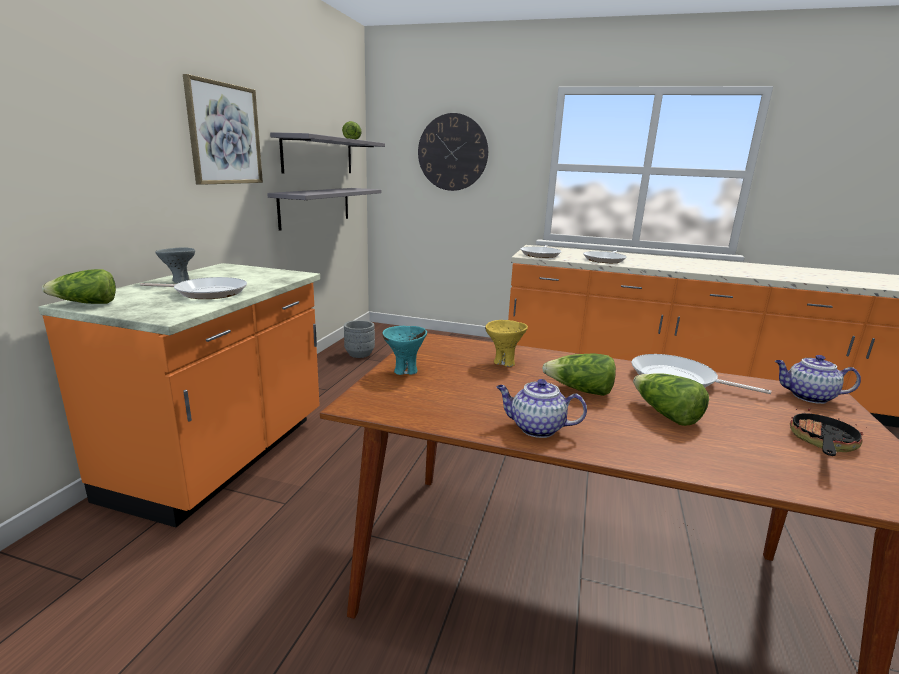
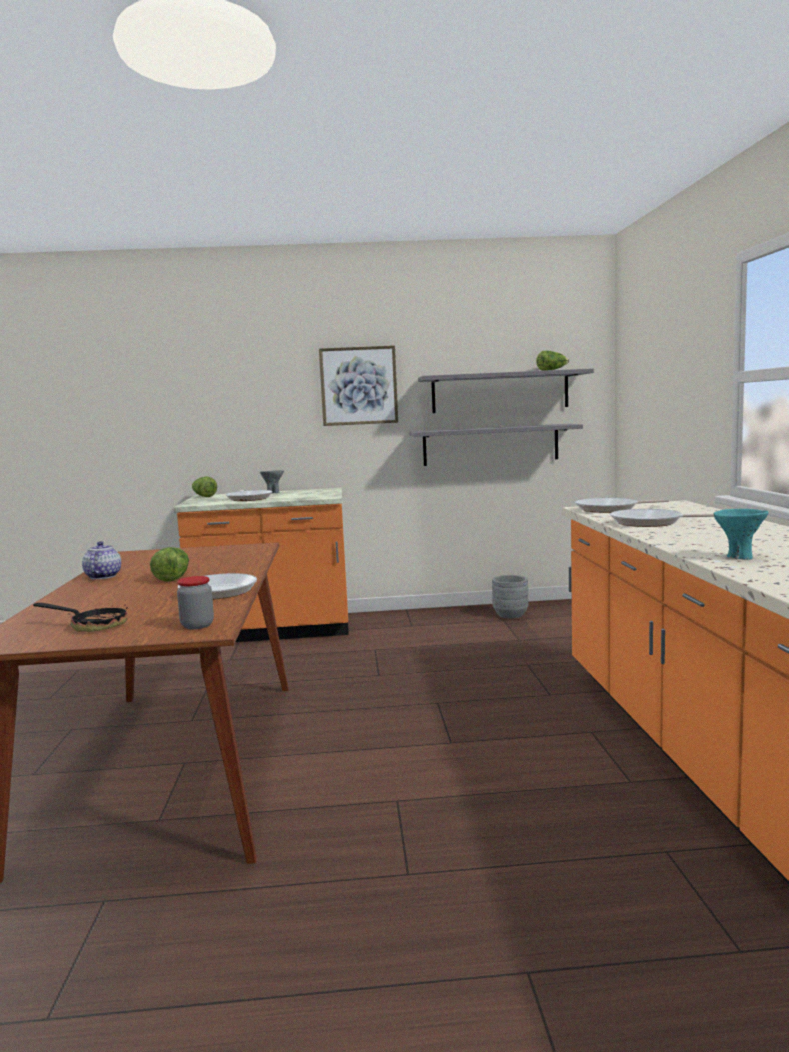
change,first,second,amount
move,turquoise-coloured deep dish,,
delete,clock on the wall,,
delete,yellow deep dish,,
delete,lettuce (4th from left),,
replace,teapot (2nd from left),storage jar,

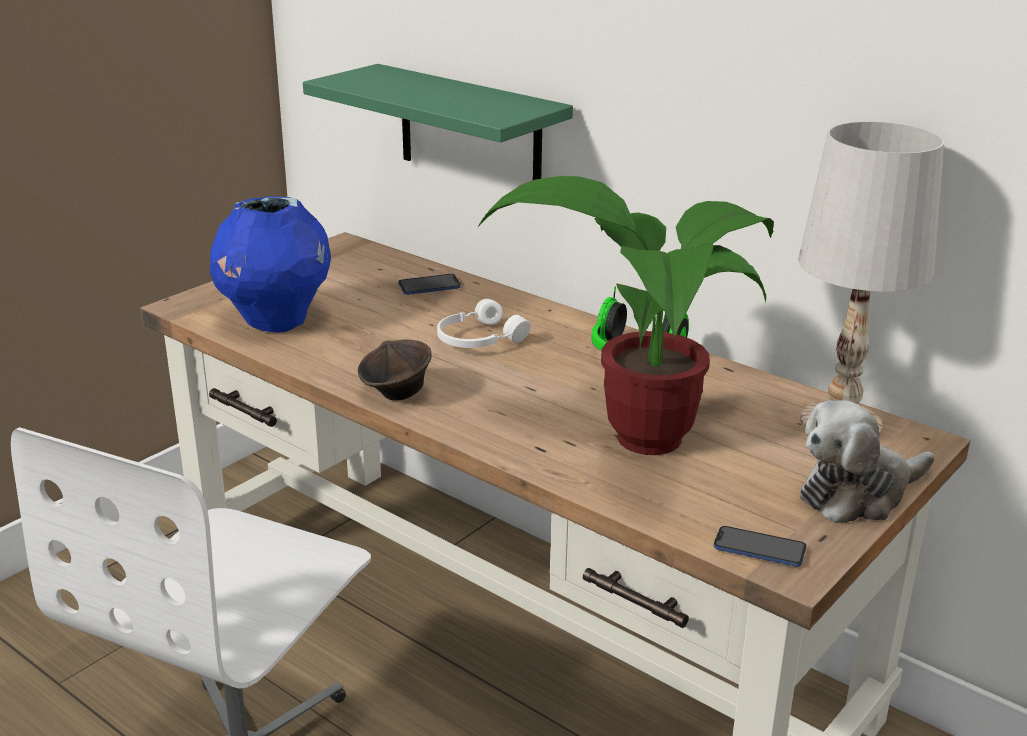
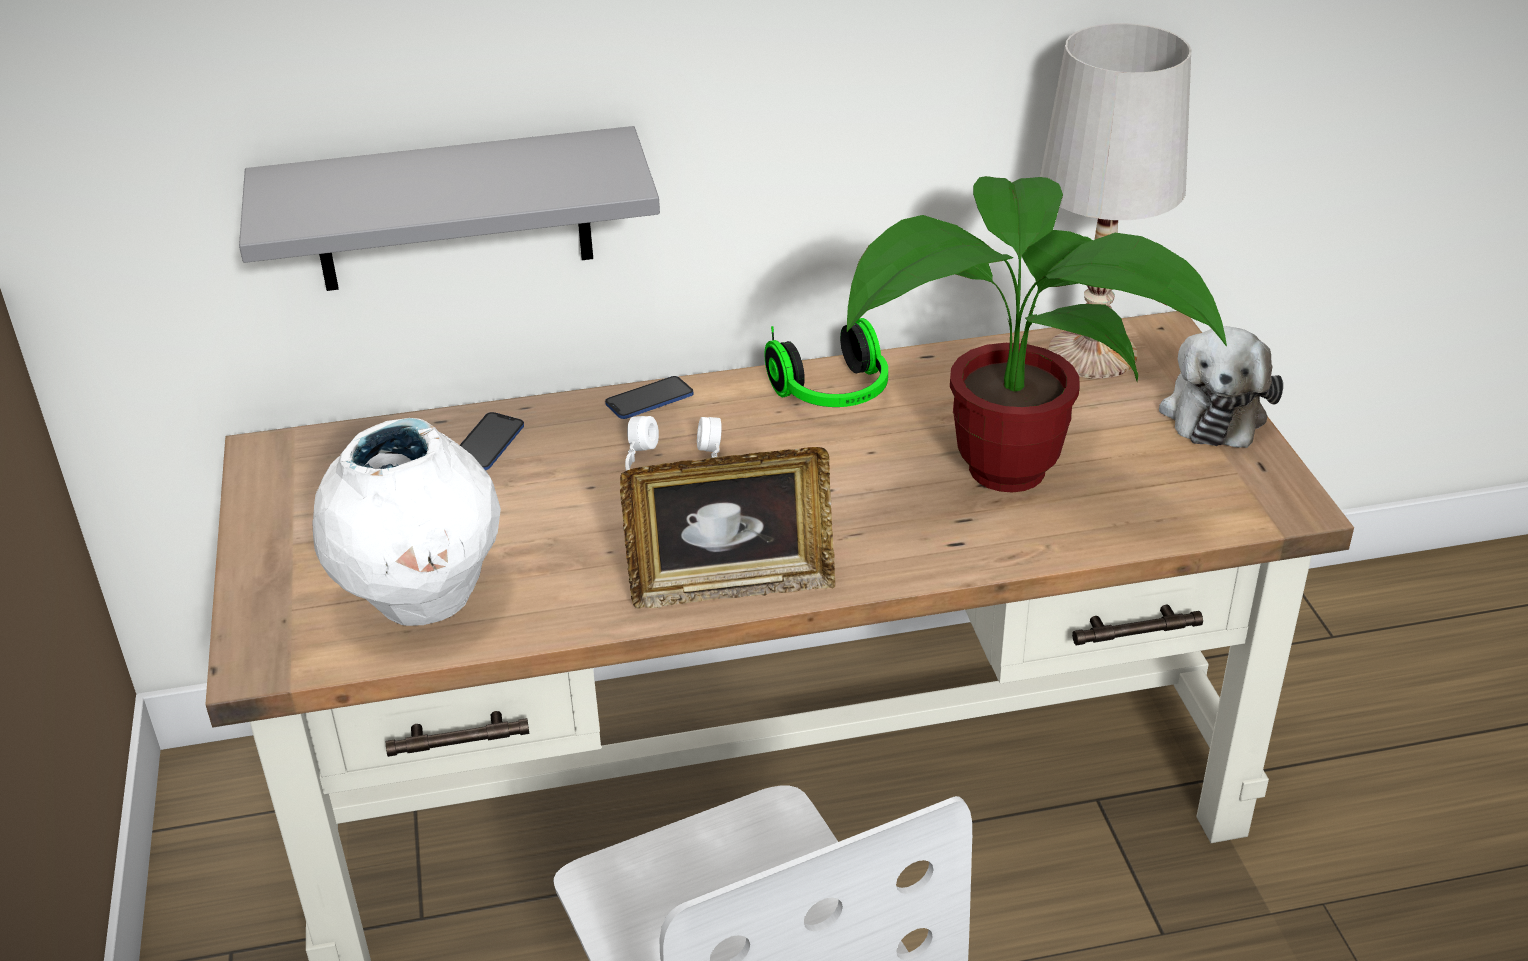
change,first,second,amount
recolor,bluish decorative vase,white decorative vase,
recolor,greenish bracket shelf,gray bracket shelf,
replace,brownish deep dish,standing frame,
move,handset (2nd from left),,

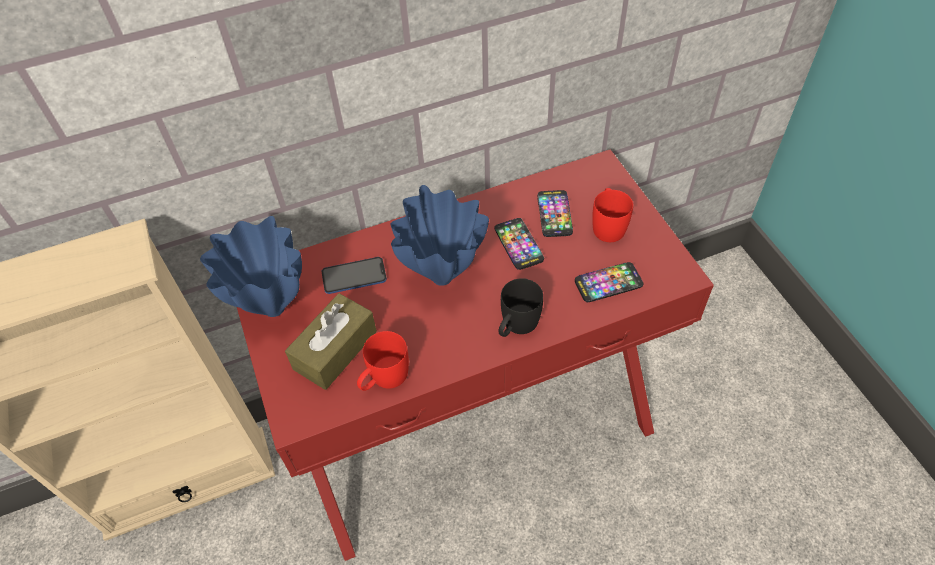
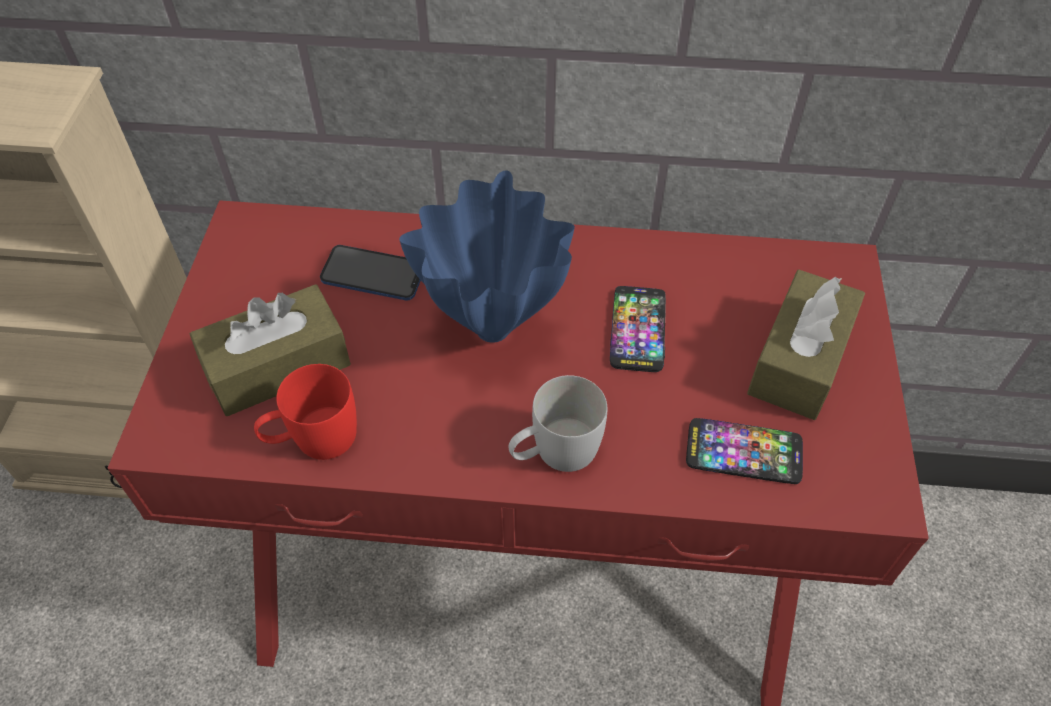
change,first,second,amount
delete,bluish decorative vase (1st from left),,
recolor,black coffee mug,white coffee mug,
delete,handset (3rd from left),,
replace,reddish coffee mug (2nd from left),brownish box of tissues (2nd from left),

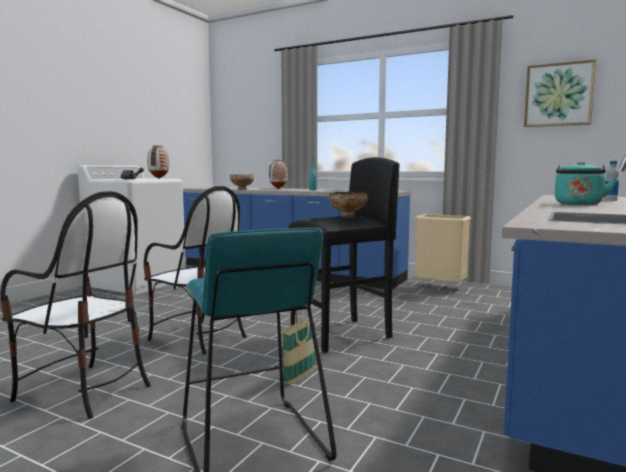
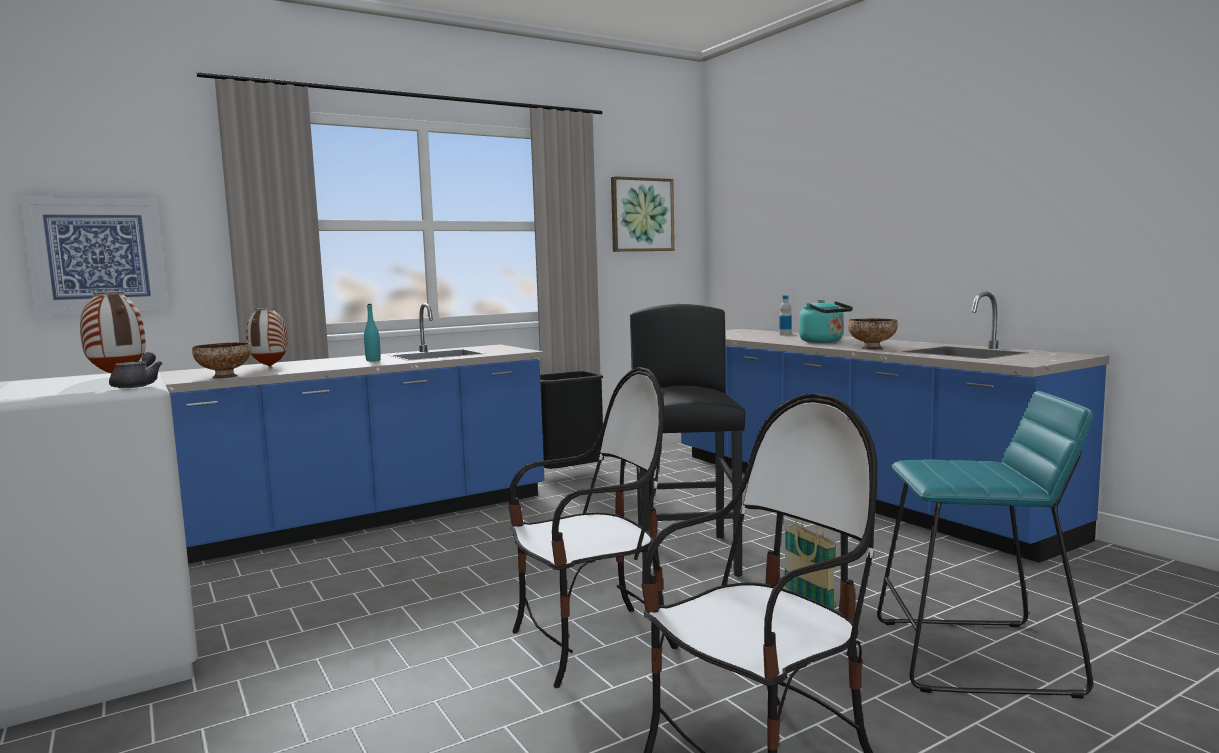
change,first,second,amount
move,deep dish (2nd from left),,
recolor,beige waste bin,black waste bin,
insert,,wall art (1st from left),

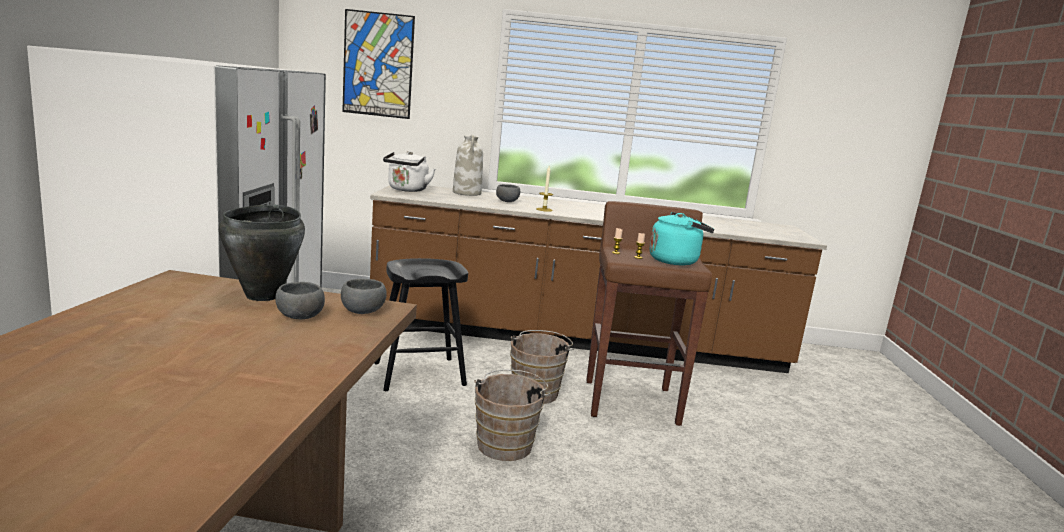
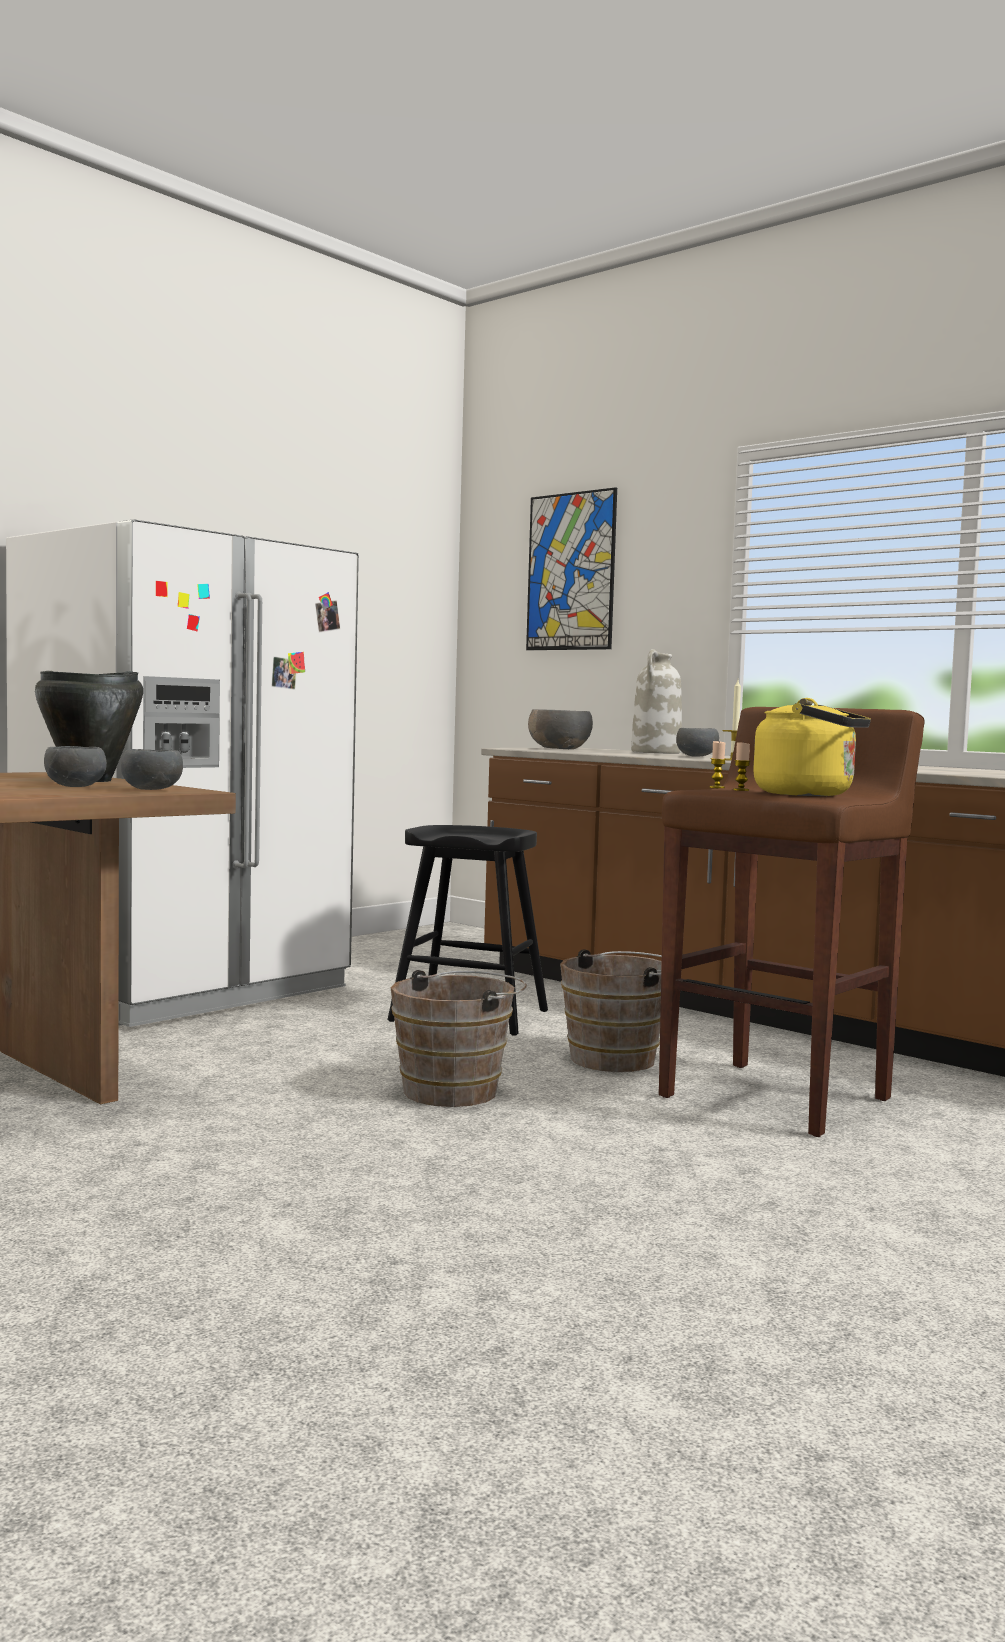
change,first,second,amount
replace,white kettle,gray deep dish (3rd from left),
recolor,turquoise-coloured kettle,yellow kettle,

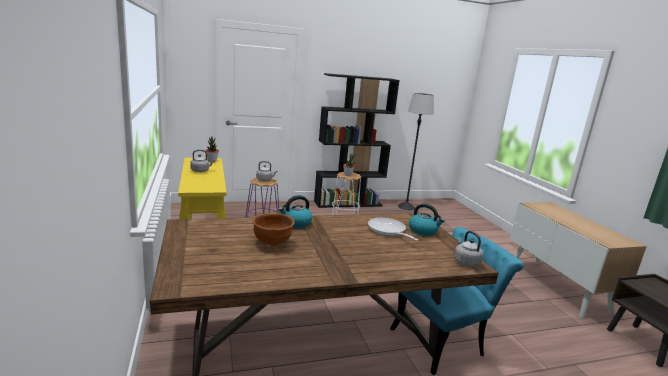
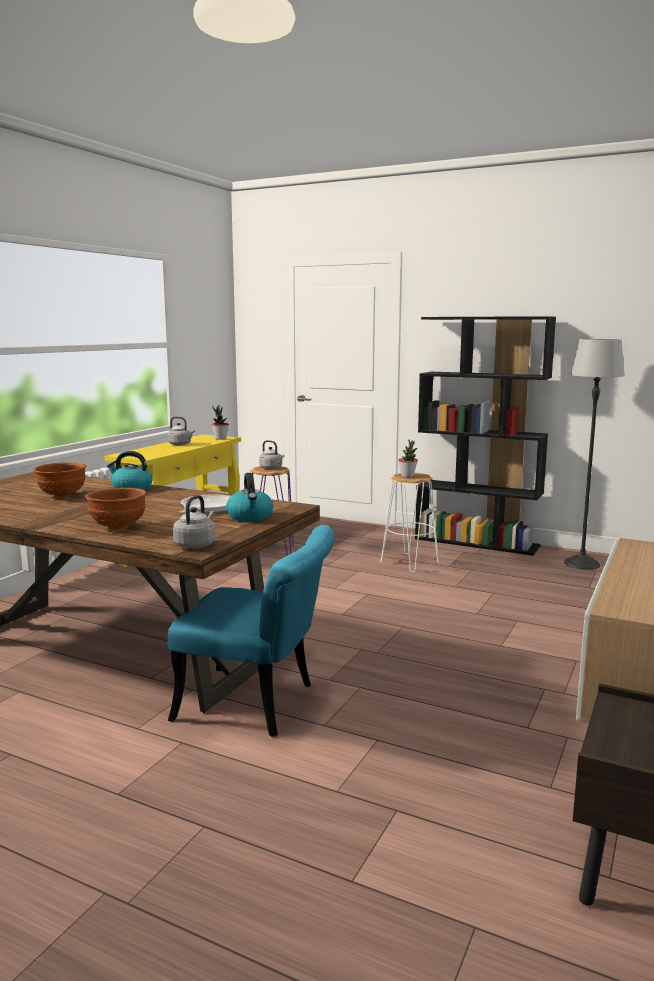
change,first,second,amount
insert,,brownish deep dish (2nd from left),

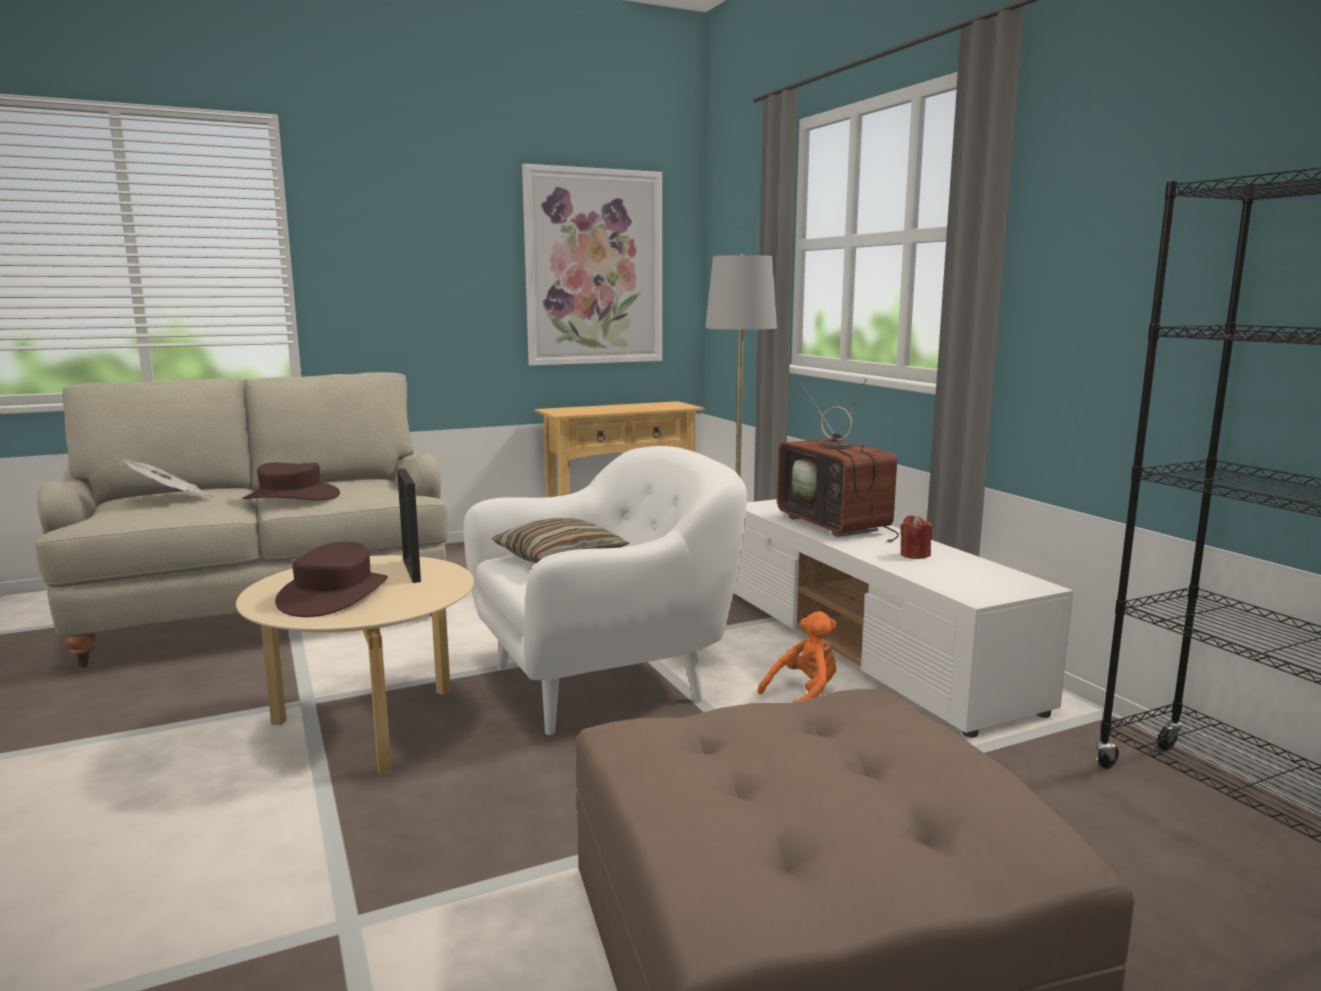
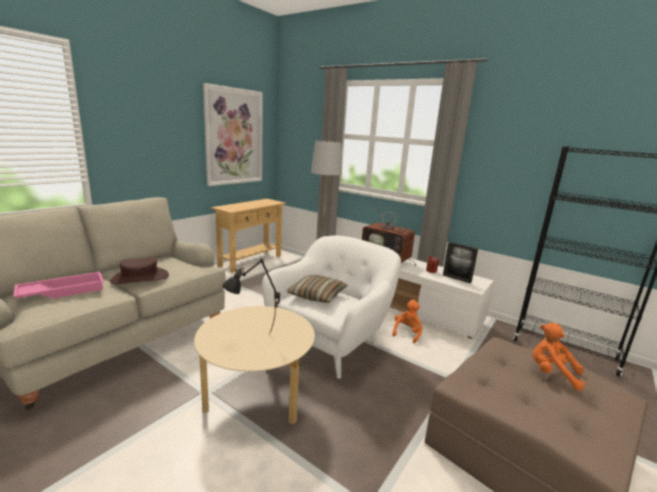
change,first,second,amount
replace,newspaper,pinkish serving tray,
replace,brownish clothing hat (2nd from left),black tabletop lamp,
move,standing frame,,
insert,,orange plush toy (2nd from left),

